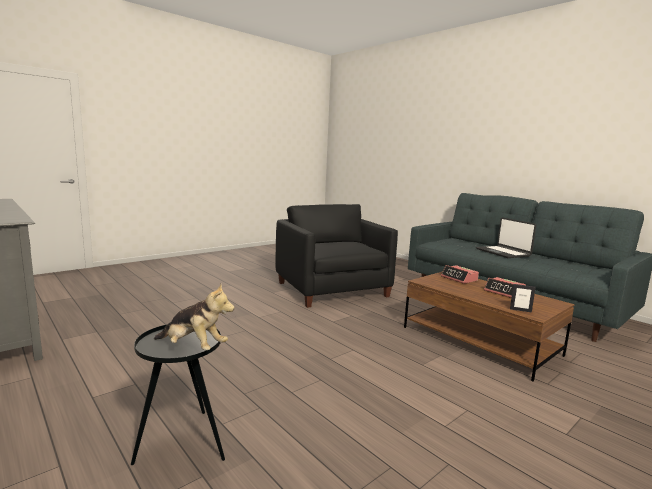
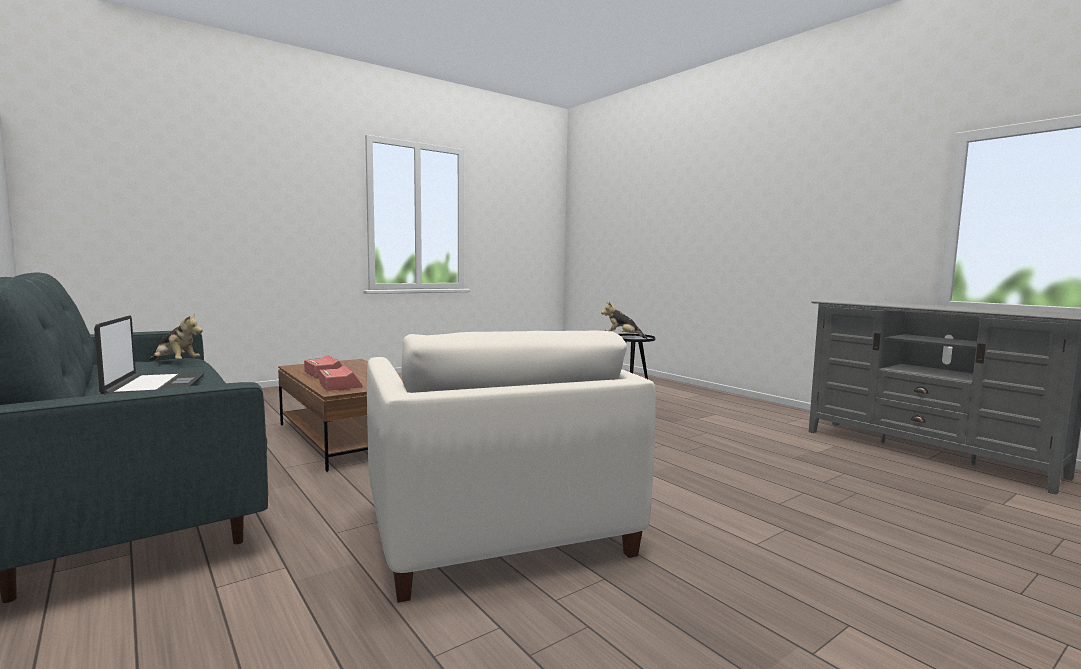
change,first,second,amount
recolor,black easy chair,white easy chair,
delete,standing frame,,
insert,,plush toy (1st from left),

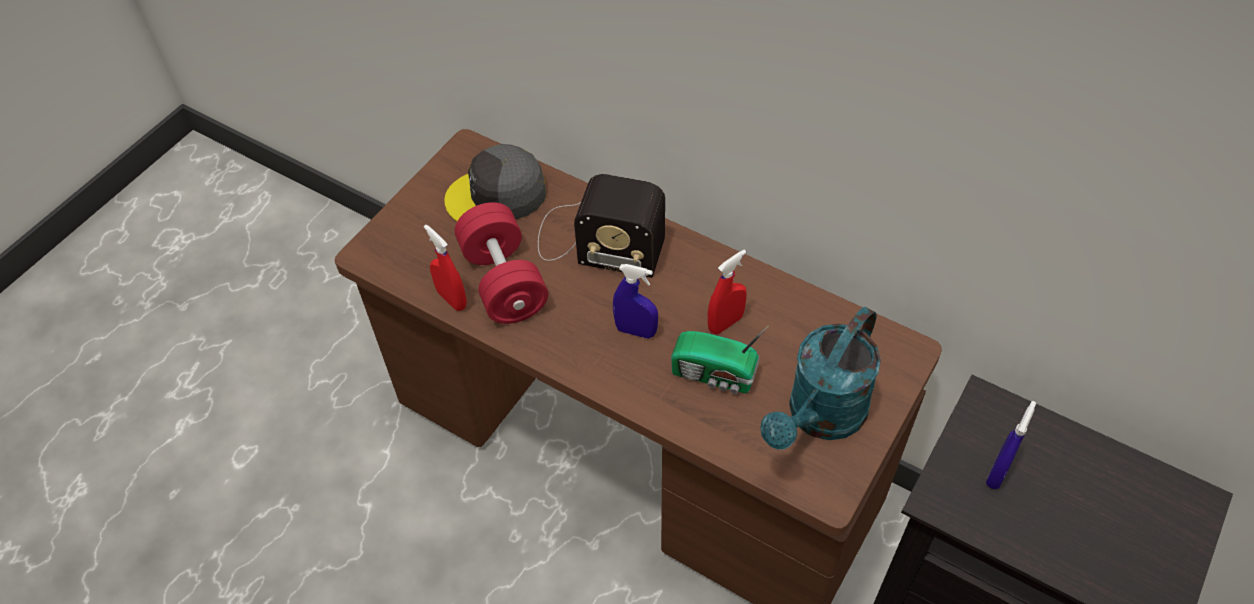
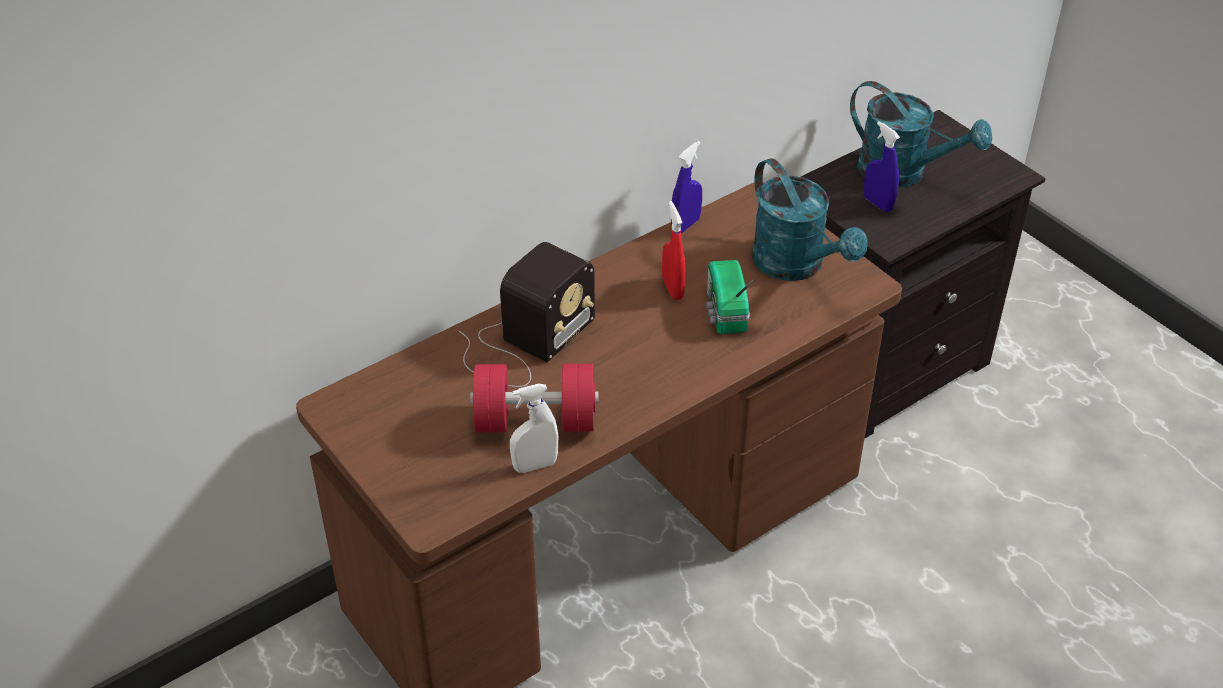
change,first,second,amount
recolor,reddish sprayer (1st from left),white sprayer,
delete,gray baseball cap,,
move,bluish sprayer (1st from left),,
rotate,radio (2nd from left),,135 degrees clockwise
insert,,turquoise-coloured watering can (2nd from left),

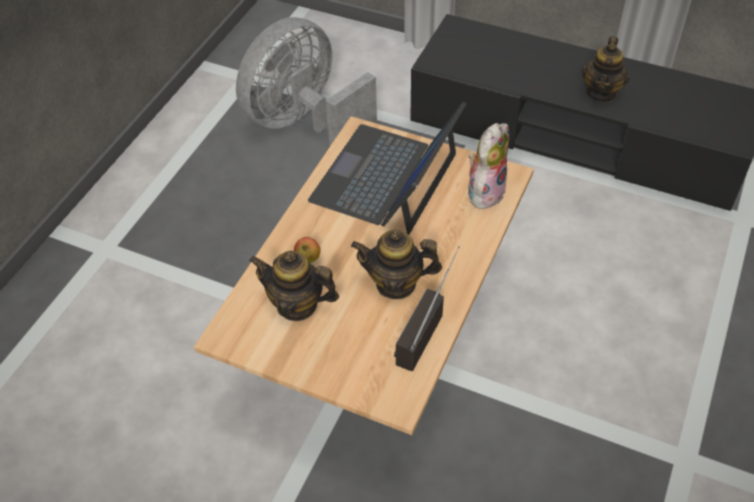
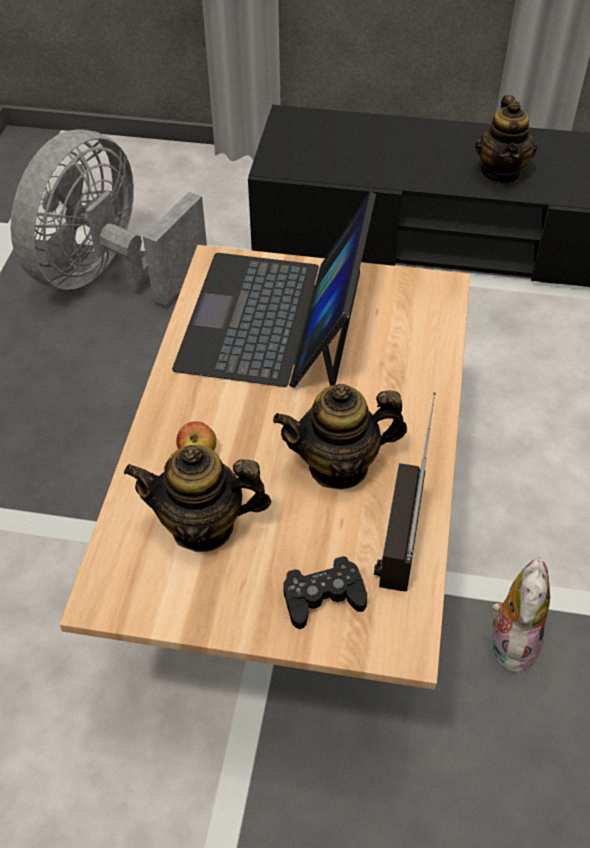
change,first,second,amount
move,plush toy,,
insert,,black gamepad,

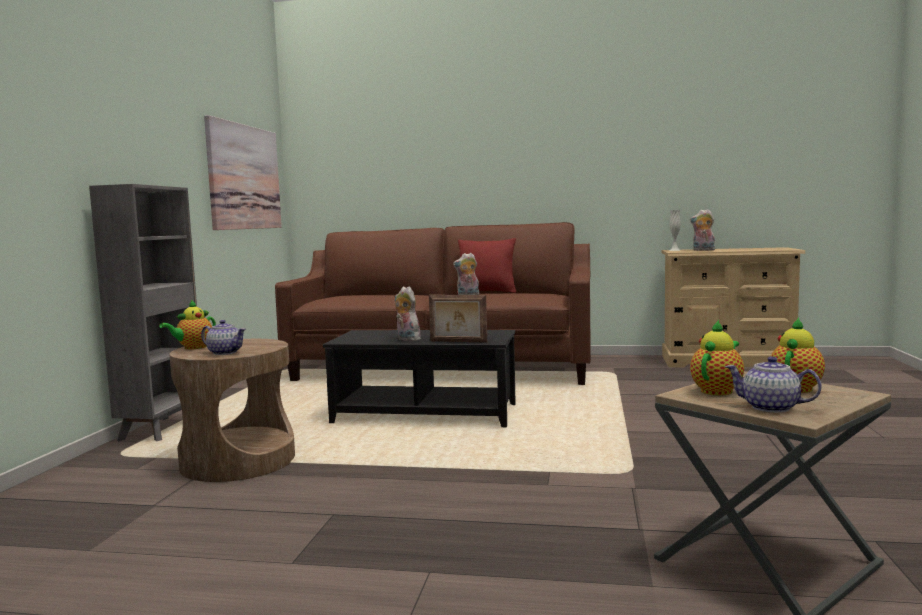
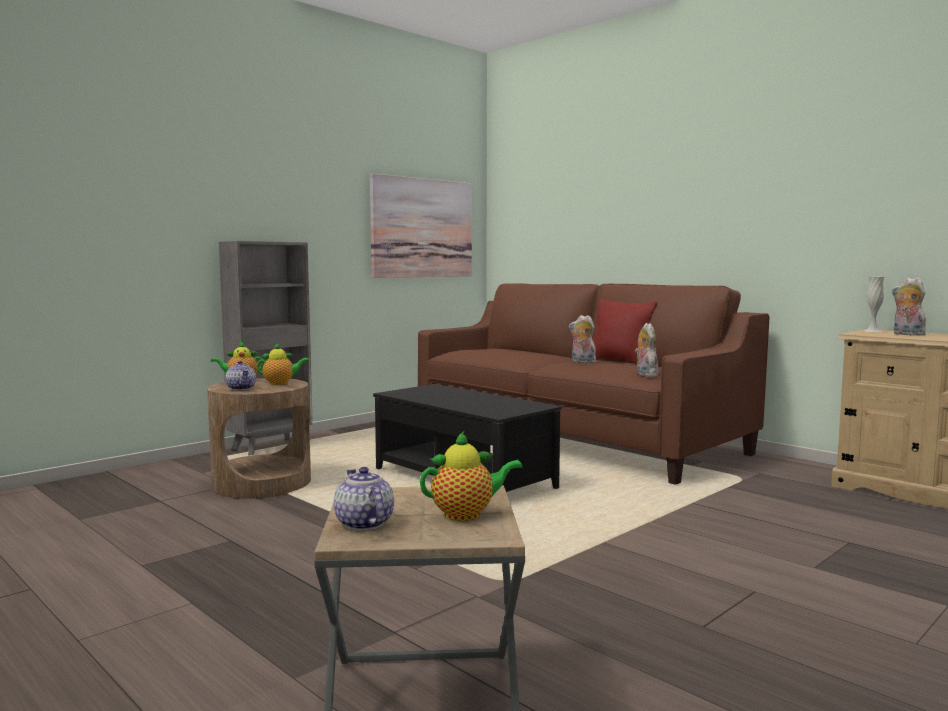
change,first,second,amount
move,plush toy (1st from left in the first image),plush toy (2nd from left),
delete,standing frame,,
move,teapot (3rd from left),,

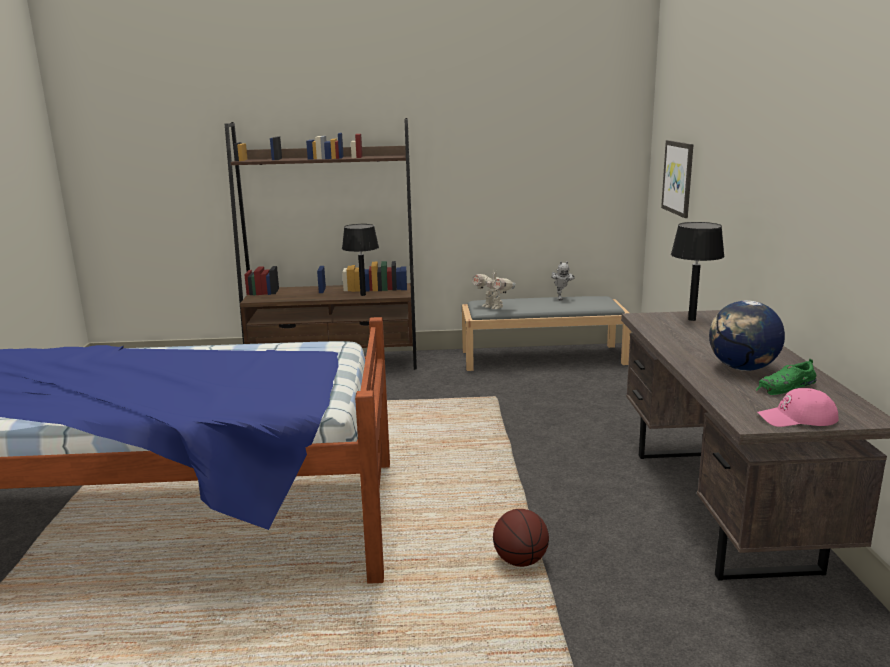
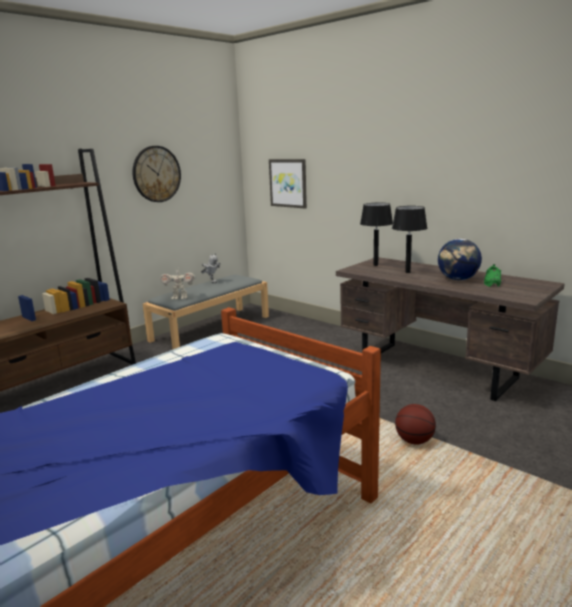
change,first,second,amount
move,black tabletop lamp (1st from left in the first image),black tabletop lamp (2nd from left),
delete,pinkish baseball cap,,
insert,,clock on the wall,

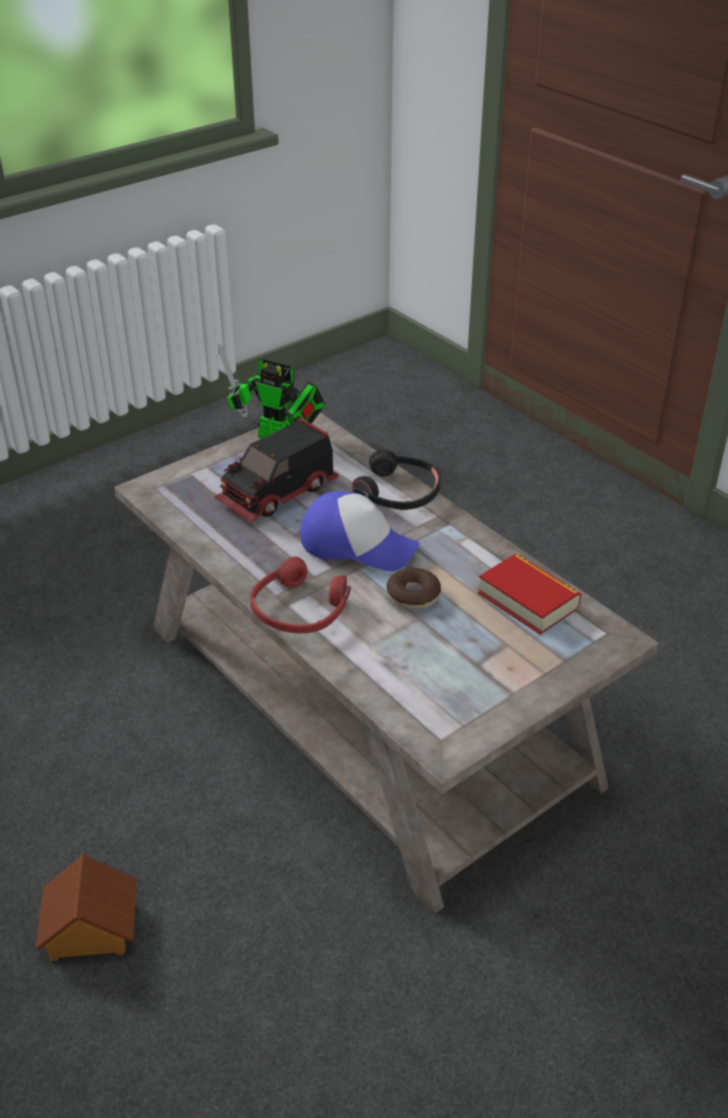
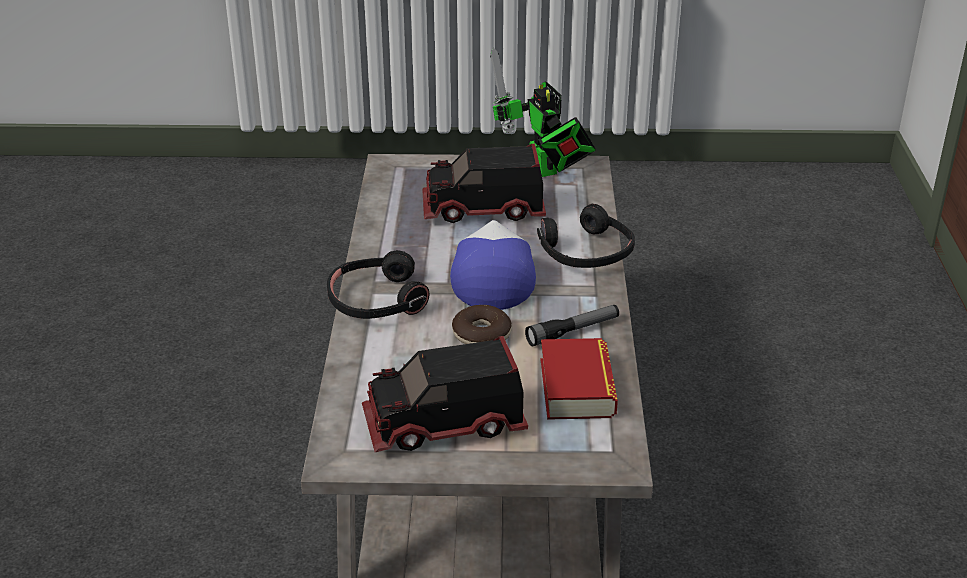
change,first,second,amount
delete,miniature house,,
recolor,reddish headset,black headset (1st from left),
rotate,baseball cap,,150 degrees counterclockwise
insert,,model truck (1st from left),
insert,,flashlight,

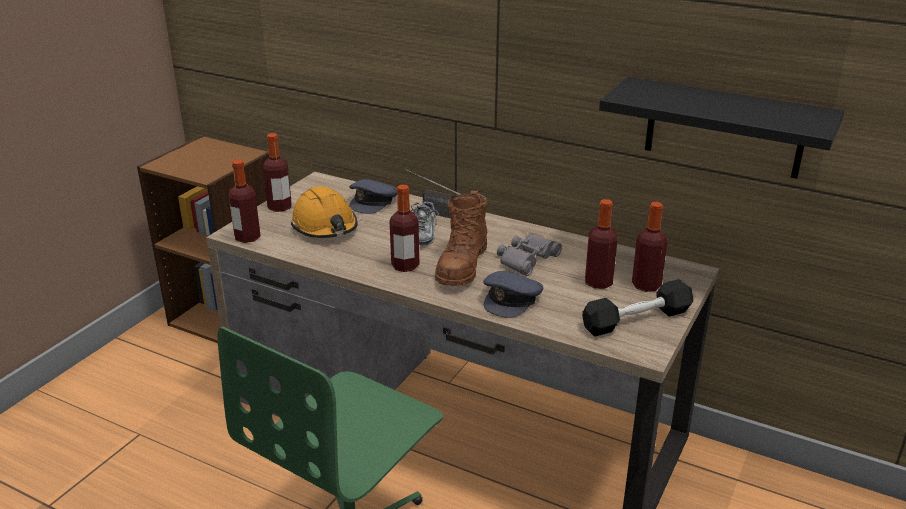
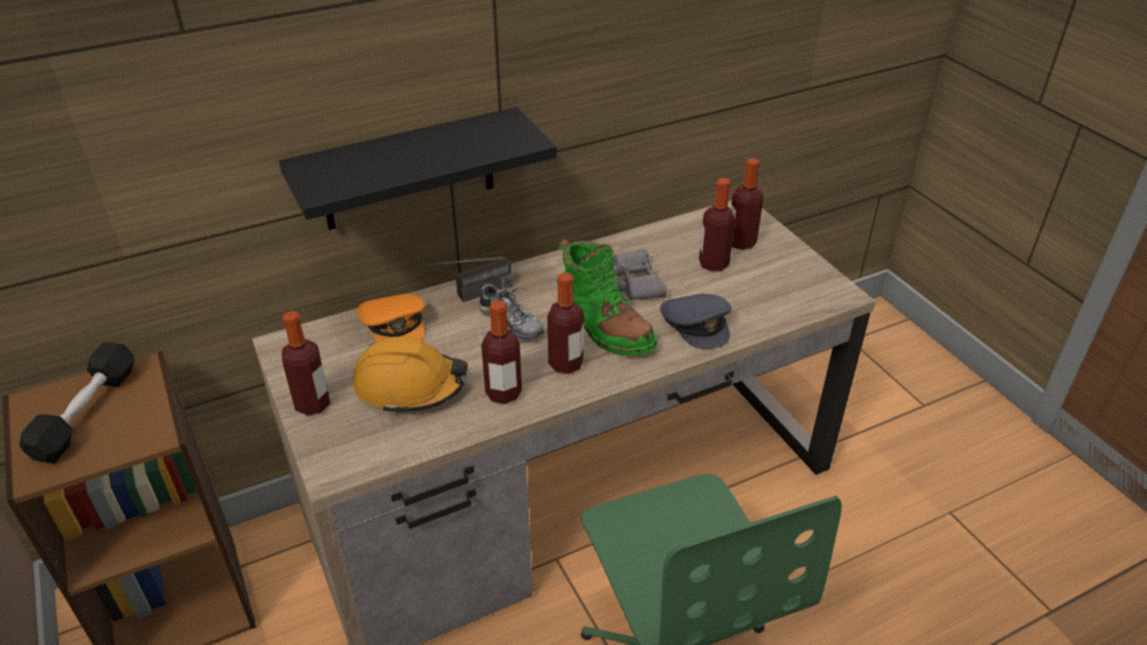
change,first,second,amount
move,drink bottle (1st from left in the first image),drink bottle (2nd from left),
recolor,gray baseball cap (1st from left),orange baseball cap,
recolor,brownish high-top boot,greenish high-top boot,
move,black dumbbell,,
move,black bracket shelf,,

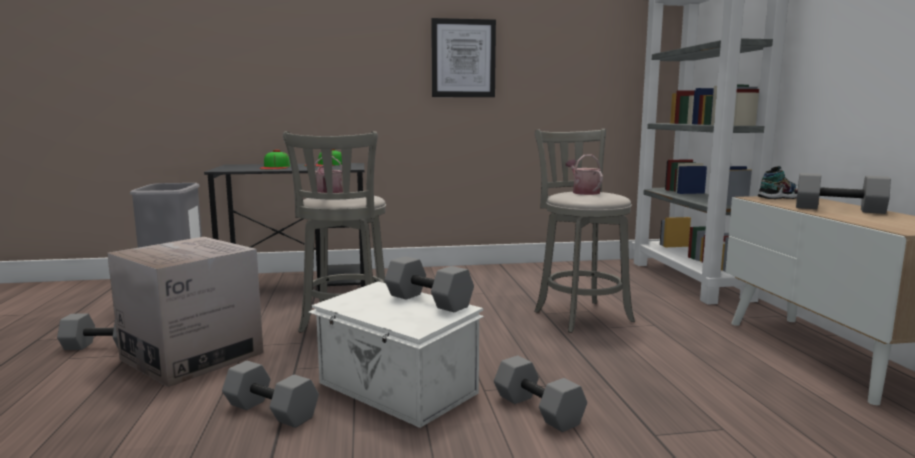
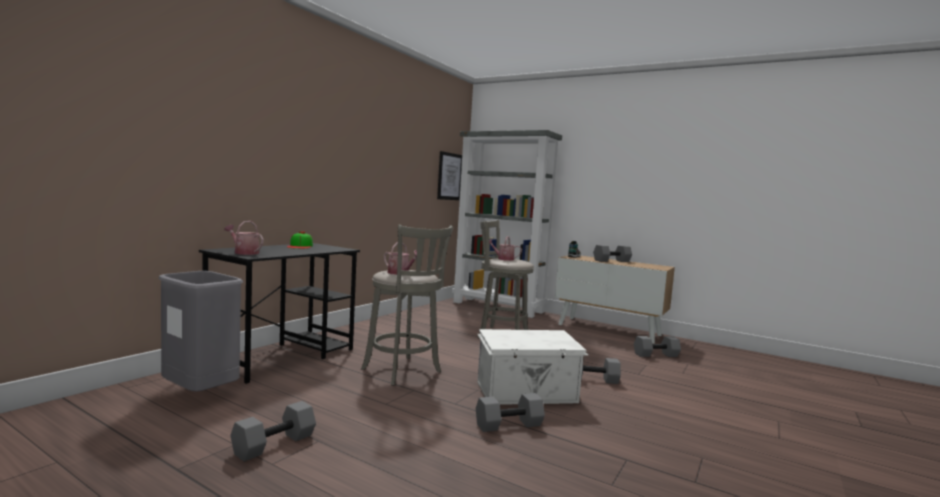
change,first,second,amount
delete,packing box,,
delete,baseball cap (1st from left),,
move,gray dumbbell (3rd from left in the first image),gray dumbbell (5th from left),
move,wall art,,
insert,,watering can (1st from left),

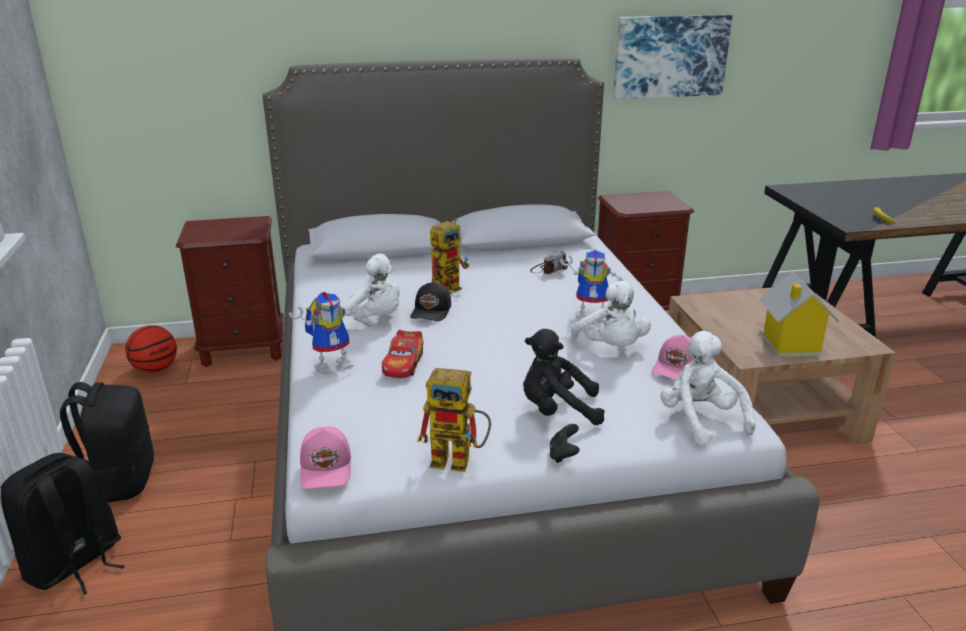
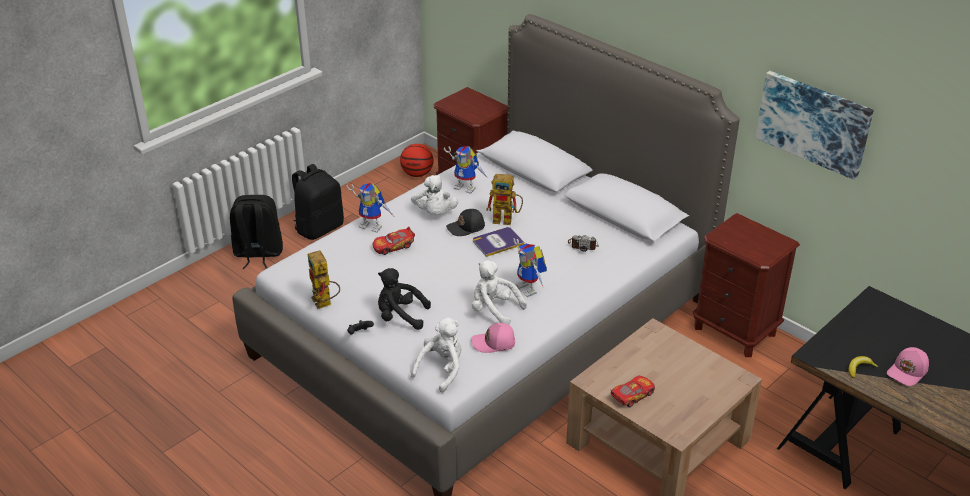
change,first,second,amount
move,pinkish baseball cap (1st from left in the first image),pinkish baseball cap (2nd from left),
rotate,black plush toy,,45 degrees counterclockwise
rotate,white plush toy (2nd from left in the first image),white plush toy (3rd from left),90 degrees clockwise
replace,miniature house,model car (2nd from left),
insert,,model robot (3rd from left),
insert,,book,

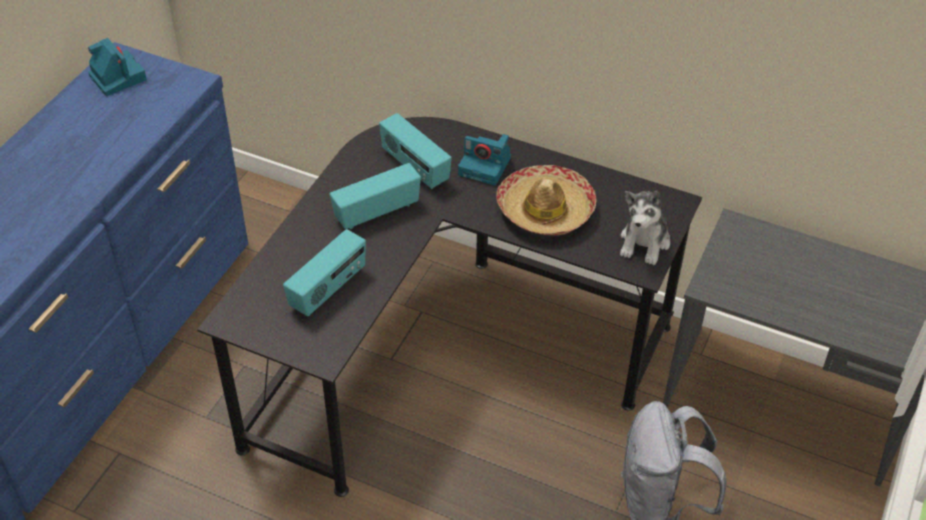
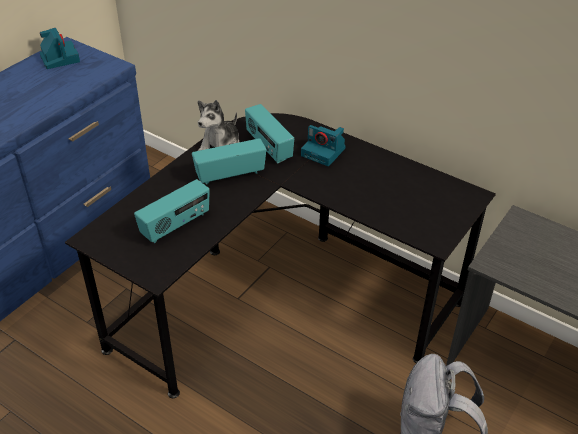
change,first,second,amount
delete,clothing hat,,
move,plush toy,,

